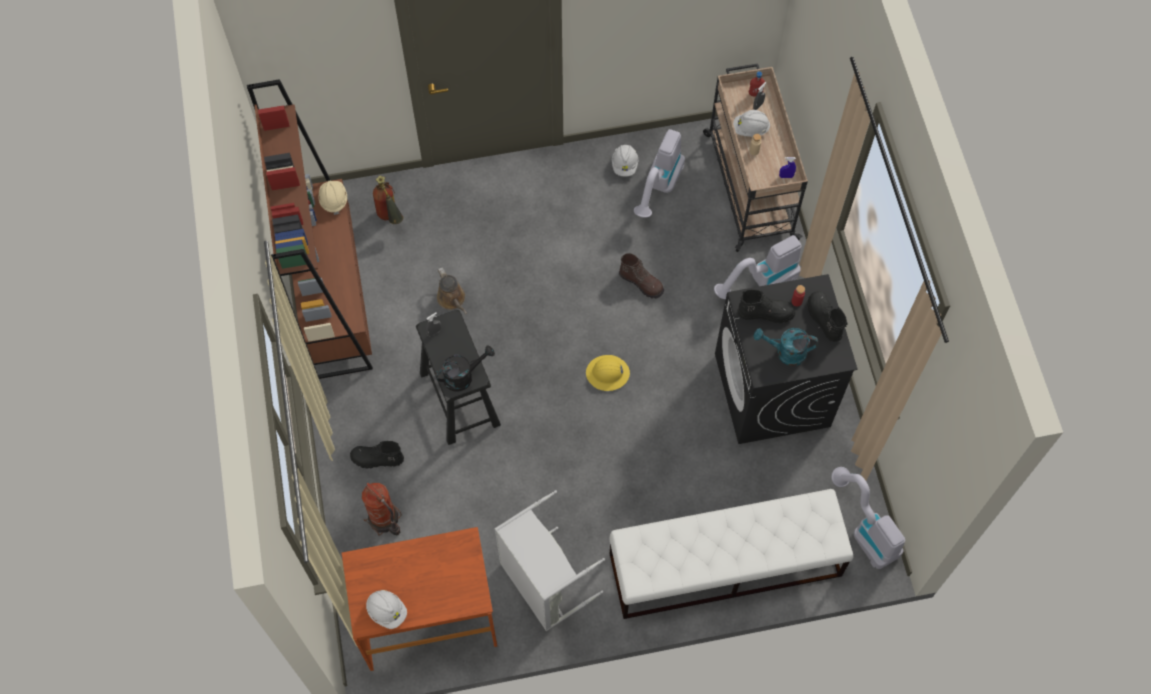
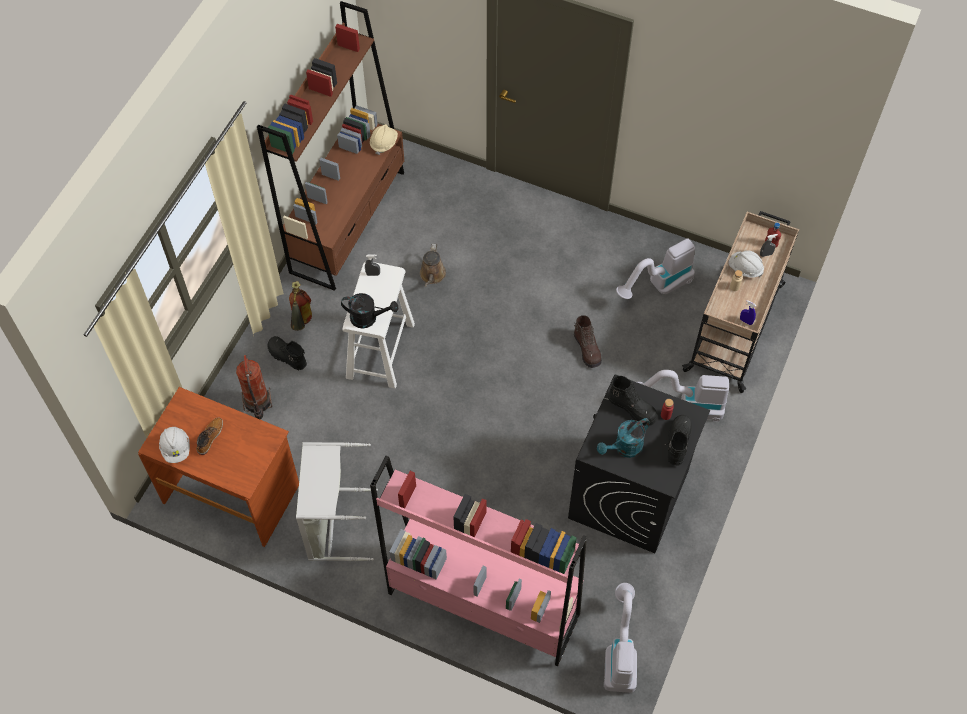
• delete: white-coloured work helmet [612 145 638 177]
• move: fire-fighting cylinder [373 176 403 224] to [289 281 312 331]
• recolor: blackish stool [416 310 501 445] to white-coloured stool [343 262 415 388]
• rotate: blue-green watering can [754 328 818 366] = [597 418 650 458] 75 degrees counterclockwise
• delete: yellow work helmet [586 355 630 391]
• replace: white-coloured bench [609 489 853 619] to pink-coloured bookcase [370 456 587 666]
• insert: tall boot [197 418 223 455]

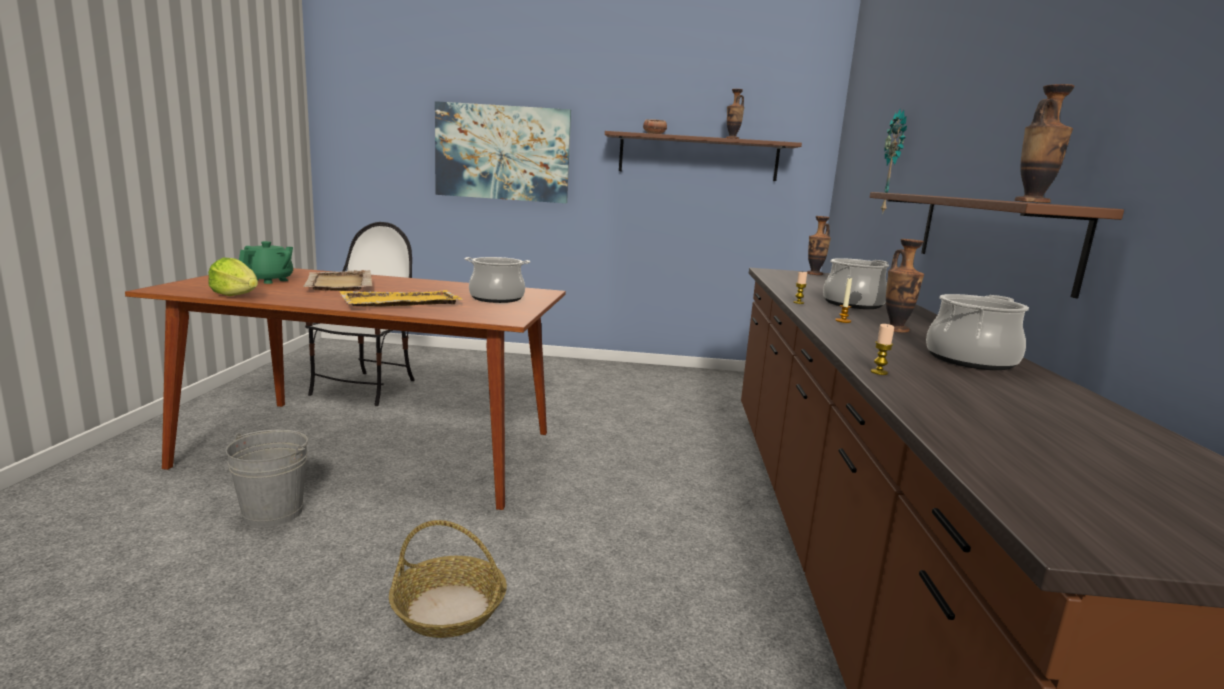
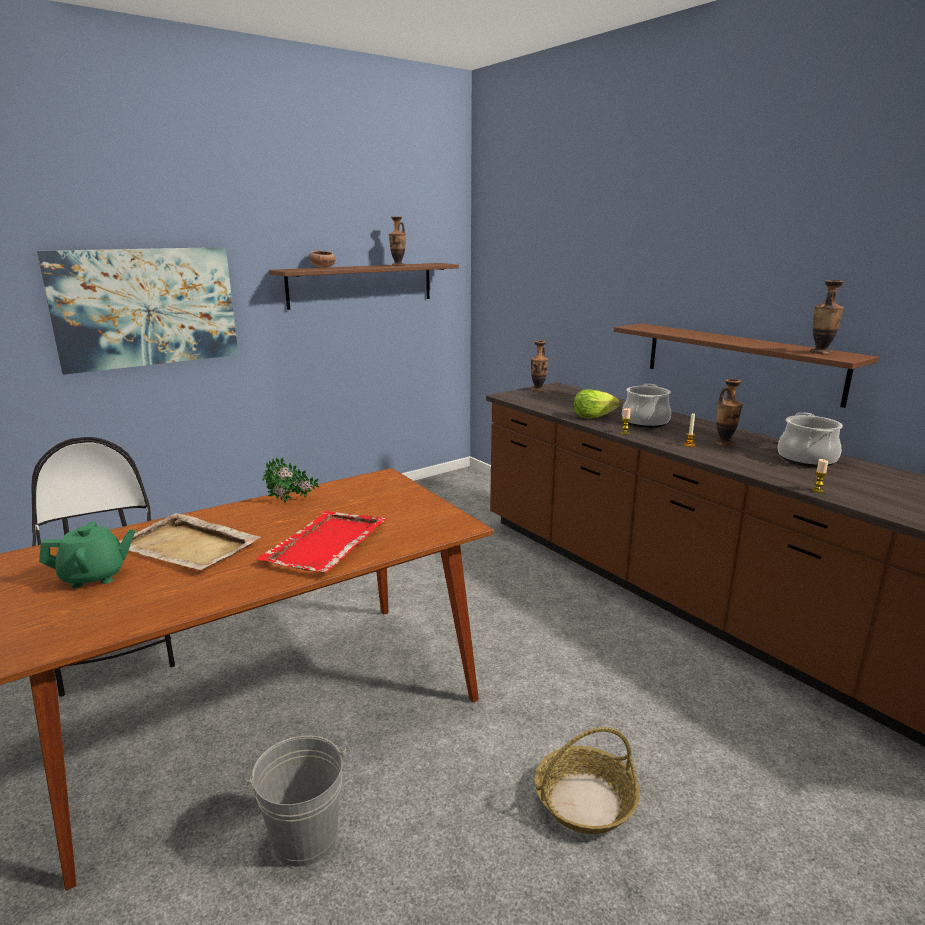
• delete: clock on the wall [881 108 907 214]
• rotate: greenish teapot [239 241 293 284] = [39 521 135 588] 90 degrees clockwise
• move: lettuce [208 257 258 296] to [573 389 620 418]
• delete: saucepot [465 257 530 303]
• recolor: yellow carrying tray [339 290 464 307] to red-coloured carrying tray [256 511 387 572]
• insert: plant in a pot [263 457 319 503]

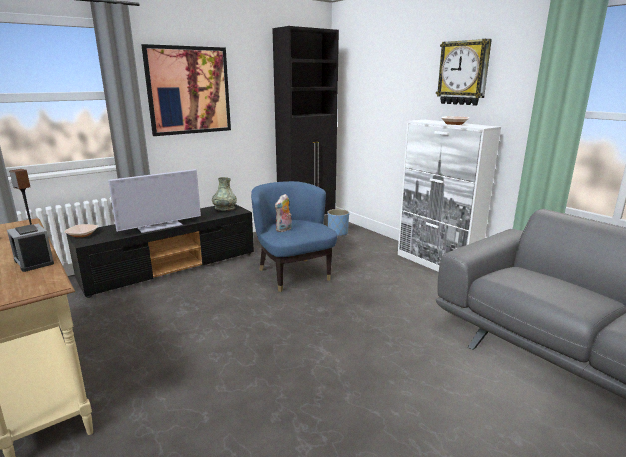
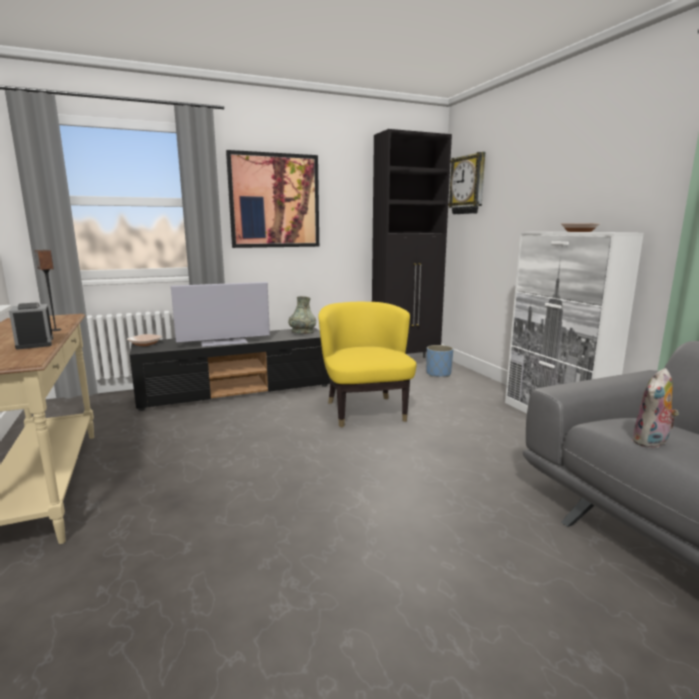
• move: clock on the wall [436 39 492 106] to [448 152 485 214]
• recolor: bluish armchair [251 181 337 292] to yellow armchair [318 302 417 427]
• move: soft toy [275 194 292 232] to [631 368 679 449]

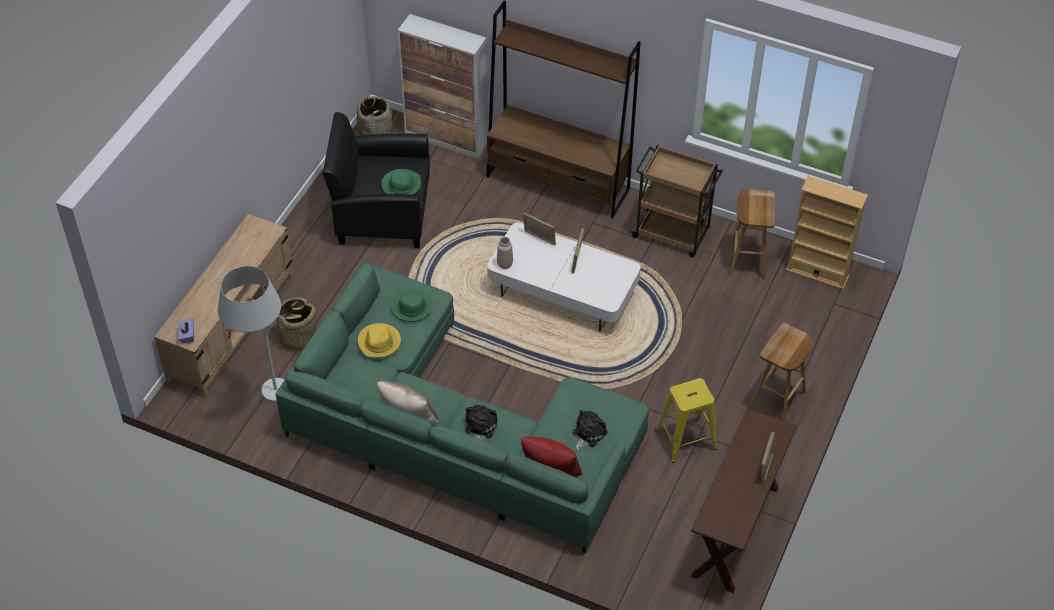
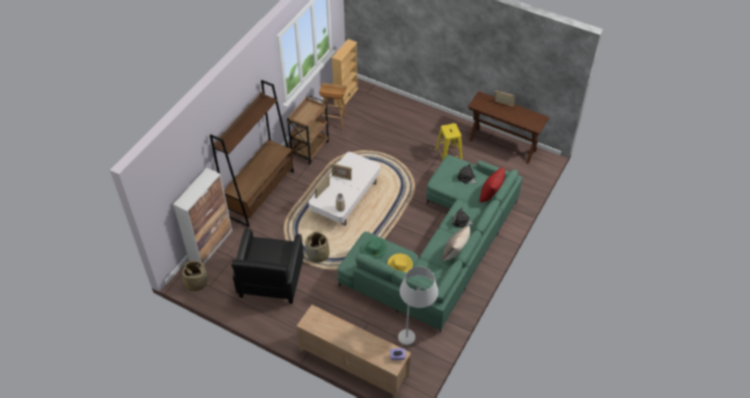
• delete: greenish wearable hat [381 169 421 195]
• move: household basket [275 297 318 350] to [305 232 330 263]
• delete: brownish stool [750 323 814 421]

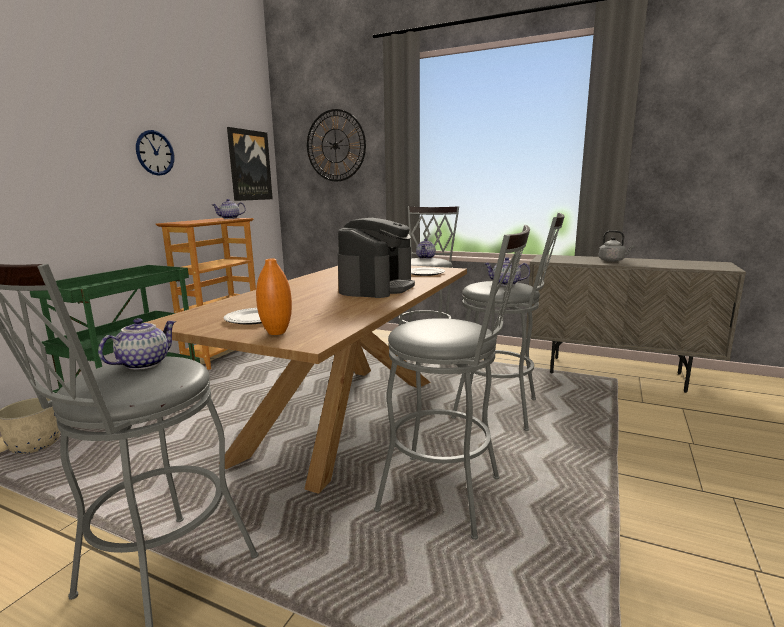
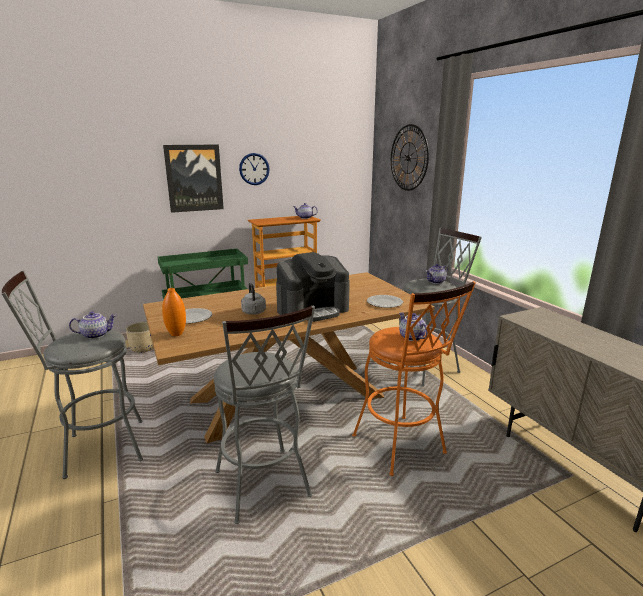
• move: wall art [227 127 273 201] to [163 145 224 213]
• recolor: greyish stool [451 213 565 431] to orange stool [352 281 476 476]
• move: greyish tea kettle [599 230 634 262] to [241 283 266 315]

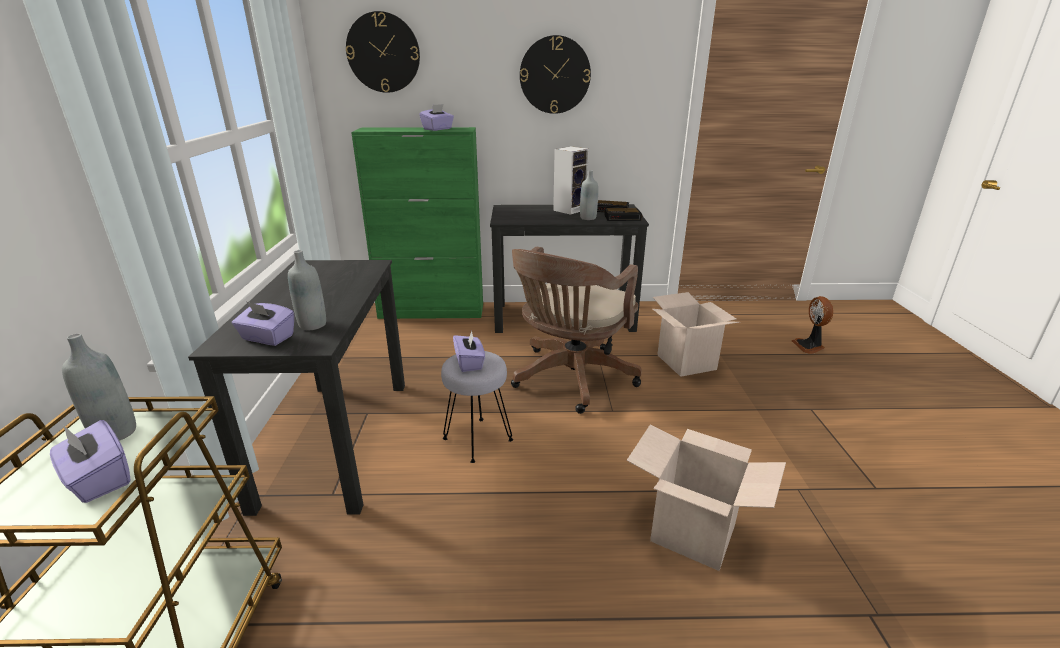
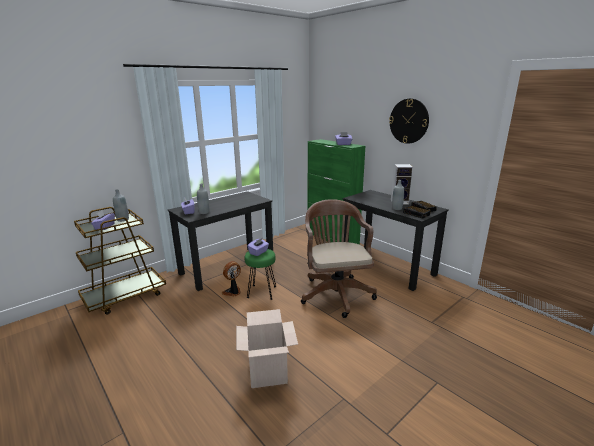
• delete: clock on the wall [346 11 420 93]
• rotate: brownish desk chair [511 247 642 414] = [301 199 377 318] 90 degrees clockwise
• delete: packing box [653 292 739 377]
• move: fan [791 296 833 354] to [222 261 241 297]
• recolor: greyish stool [441 351 513 463] to greenish stool [245 249 276 300]

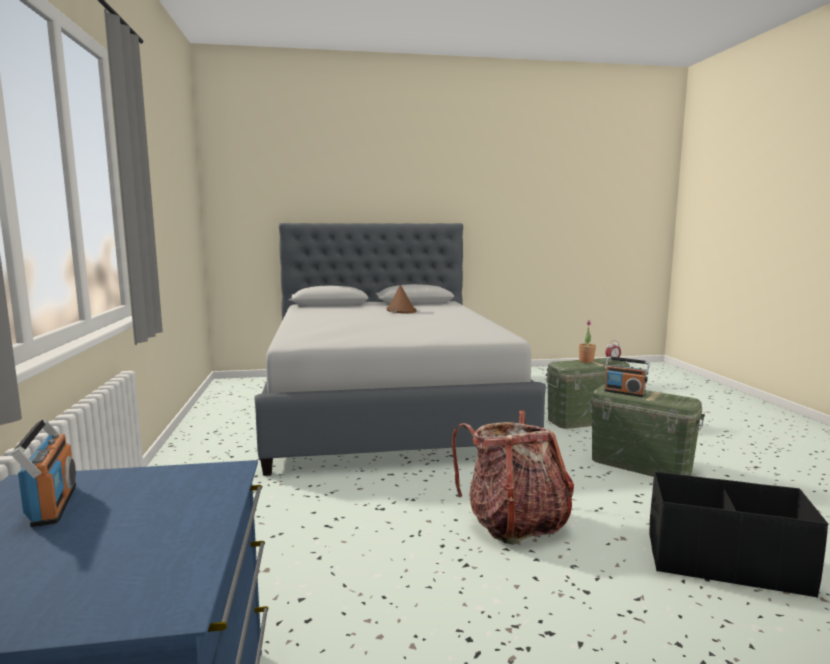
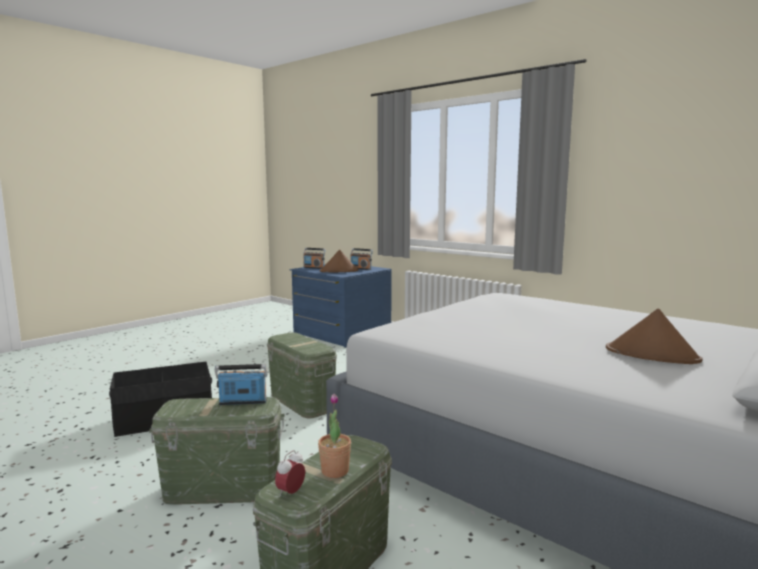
• replace: backpack [452 410 574 545] to greenish storage box [267 332 337 419]
• insert: radio set [303 248 326 269]
• insert: brownish wearable hat [320 250 358 272]

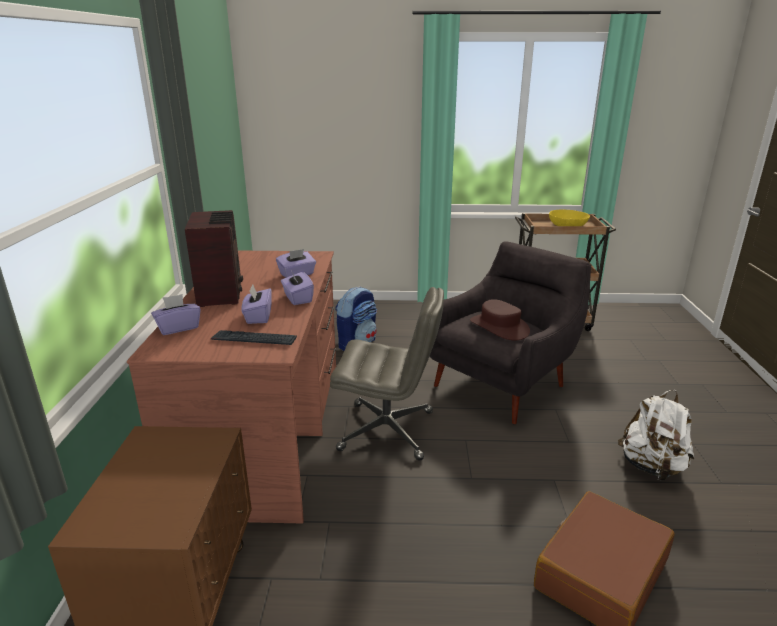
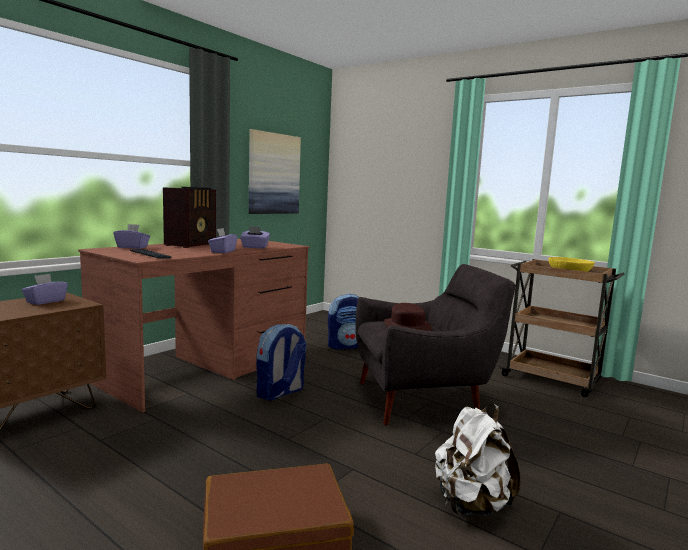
• move: purple-coloured tissue box [241 284 272 324] to [22 274 68 305]
• replace: greyish desk chair [330 287 444 461] to backpack [256 324 306 400]
• insert: wall art [249 129 301 214]

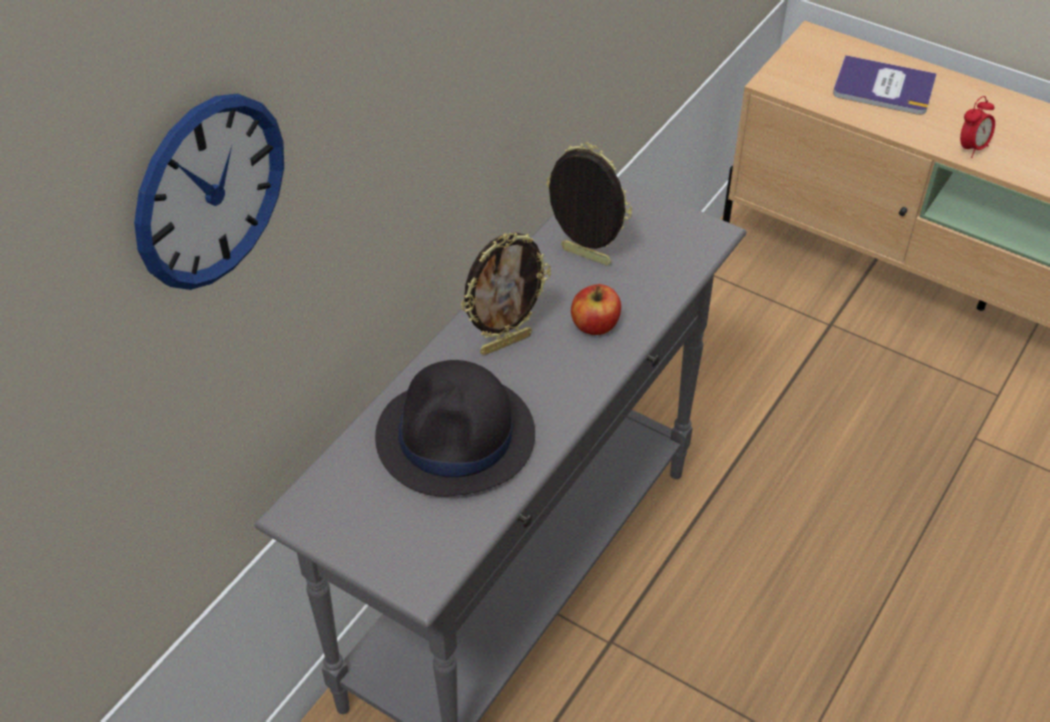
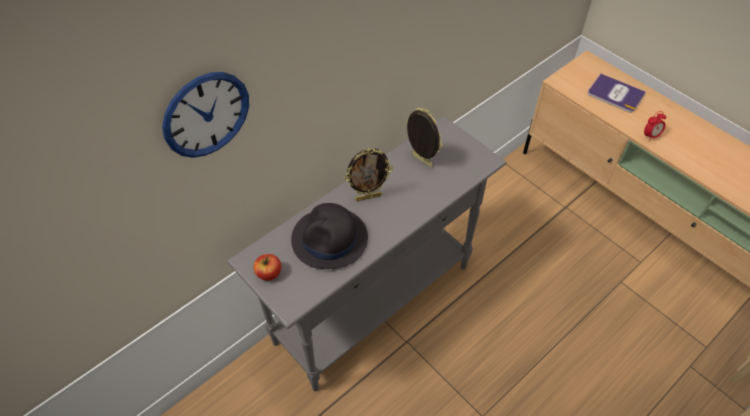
• move: apple fruit [571 284 621 335] to [253 254 281 281]

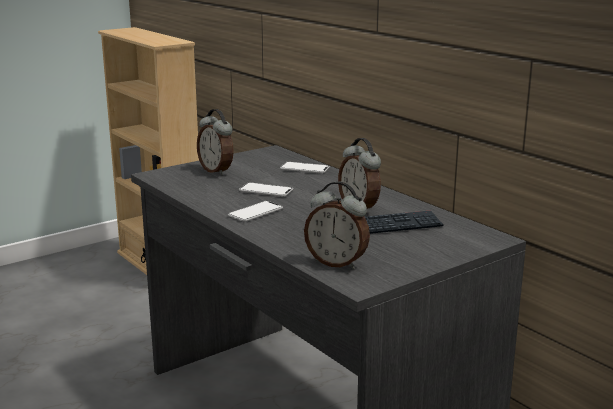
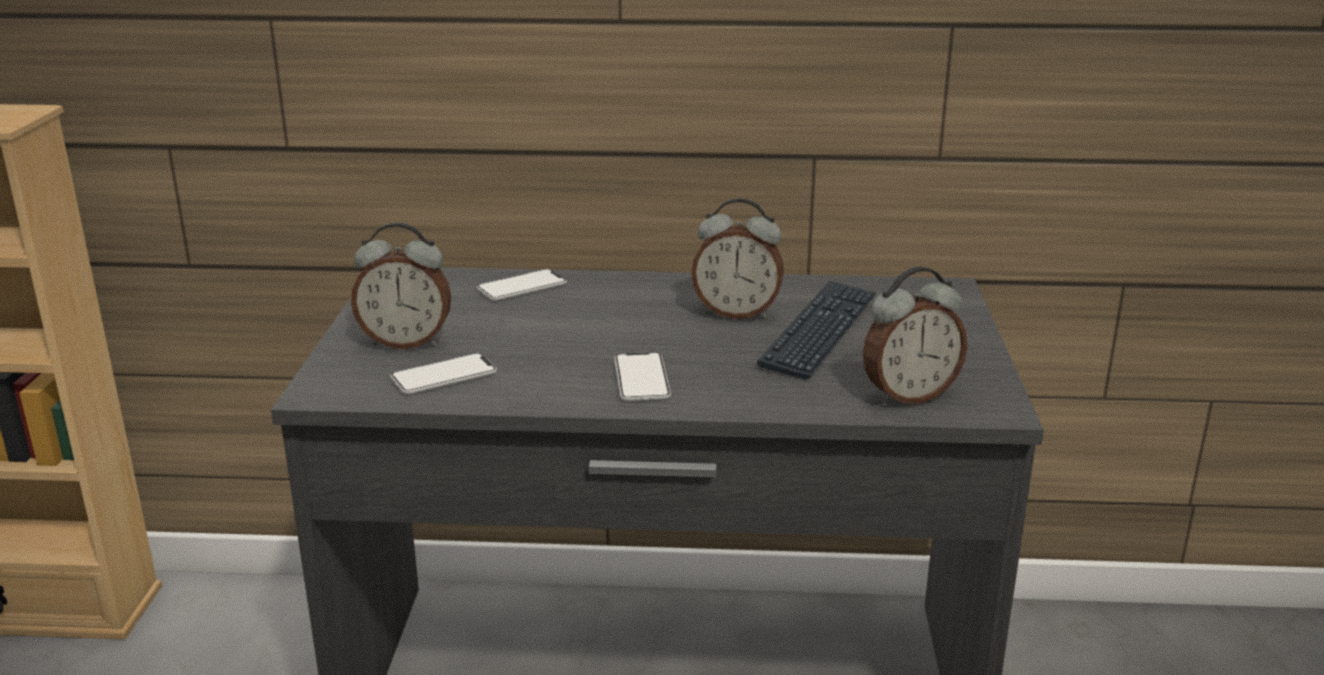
• move: telephone [239 182 293 197] to [390 353 497 394]

